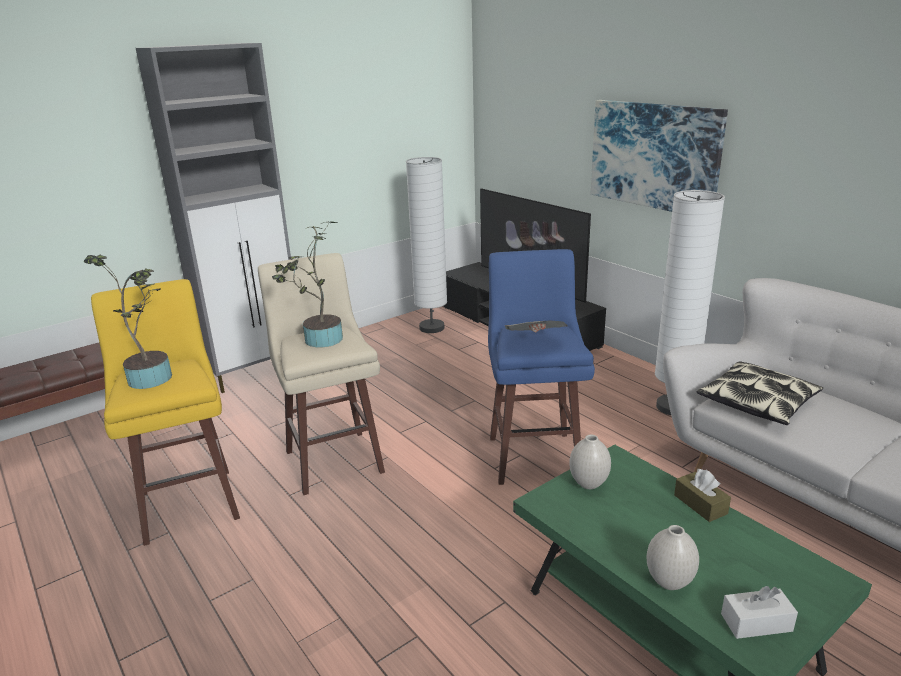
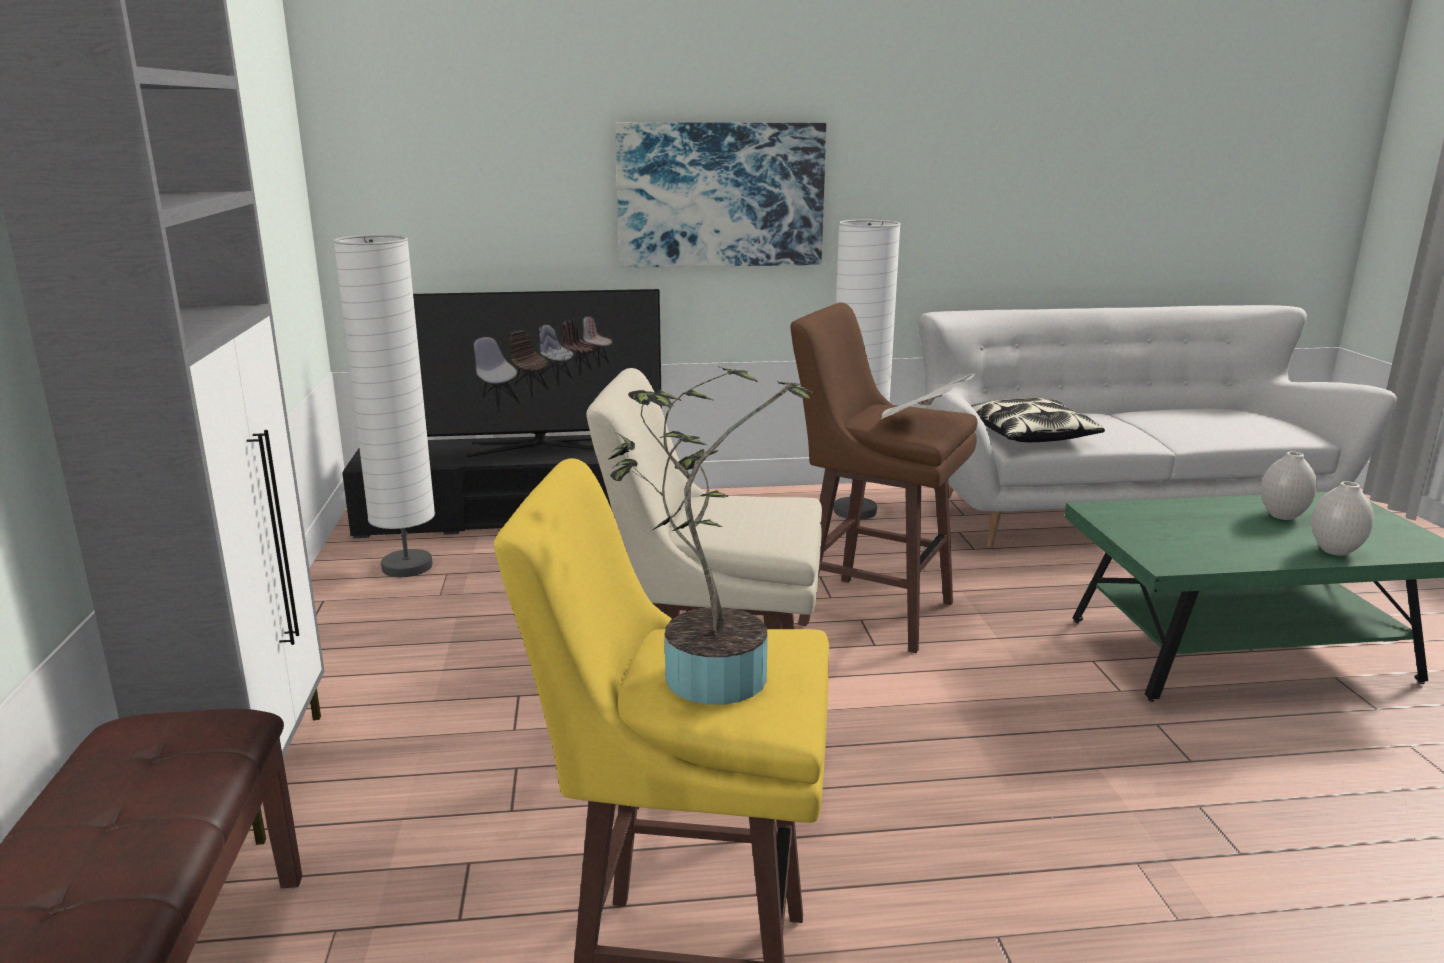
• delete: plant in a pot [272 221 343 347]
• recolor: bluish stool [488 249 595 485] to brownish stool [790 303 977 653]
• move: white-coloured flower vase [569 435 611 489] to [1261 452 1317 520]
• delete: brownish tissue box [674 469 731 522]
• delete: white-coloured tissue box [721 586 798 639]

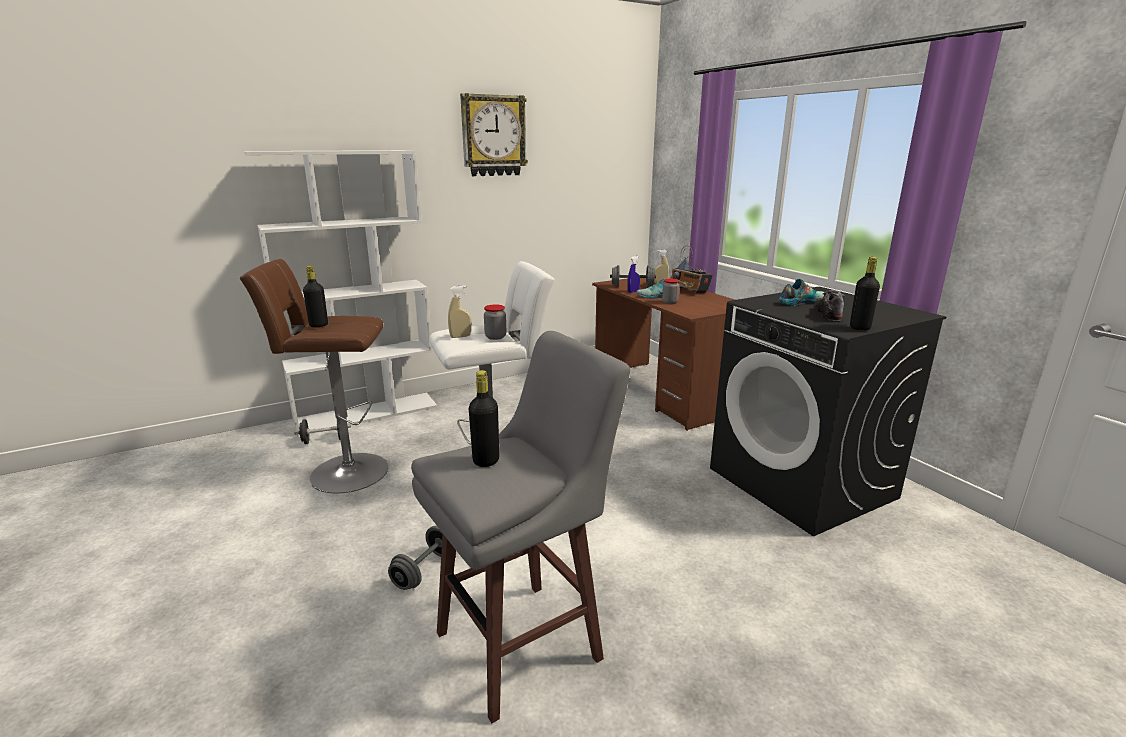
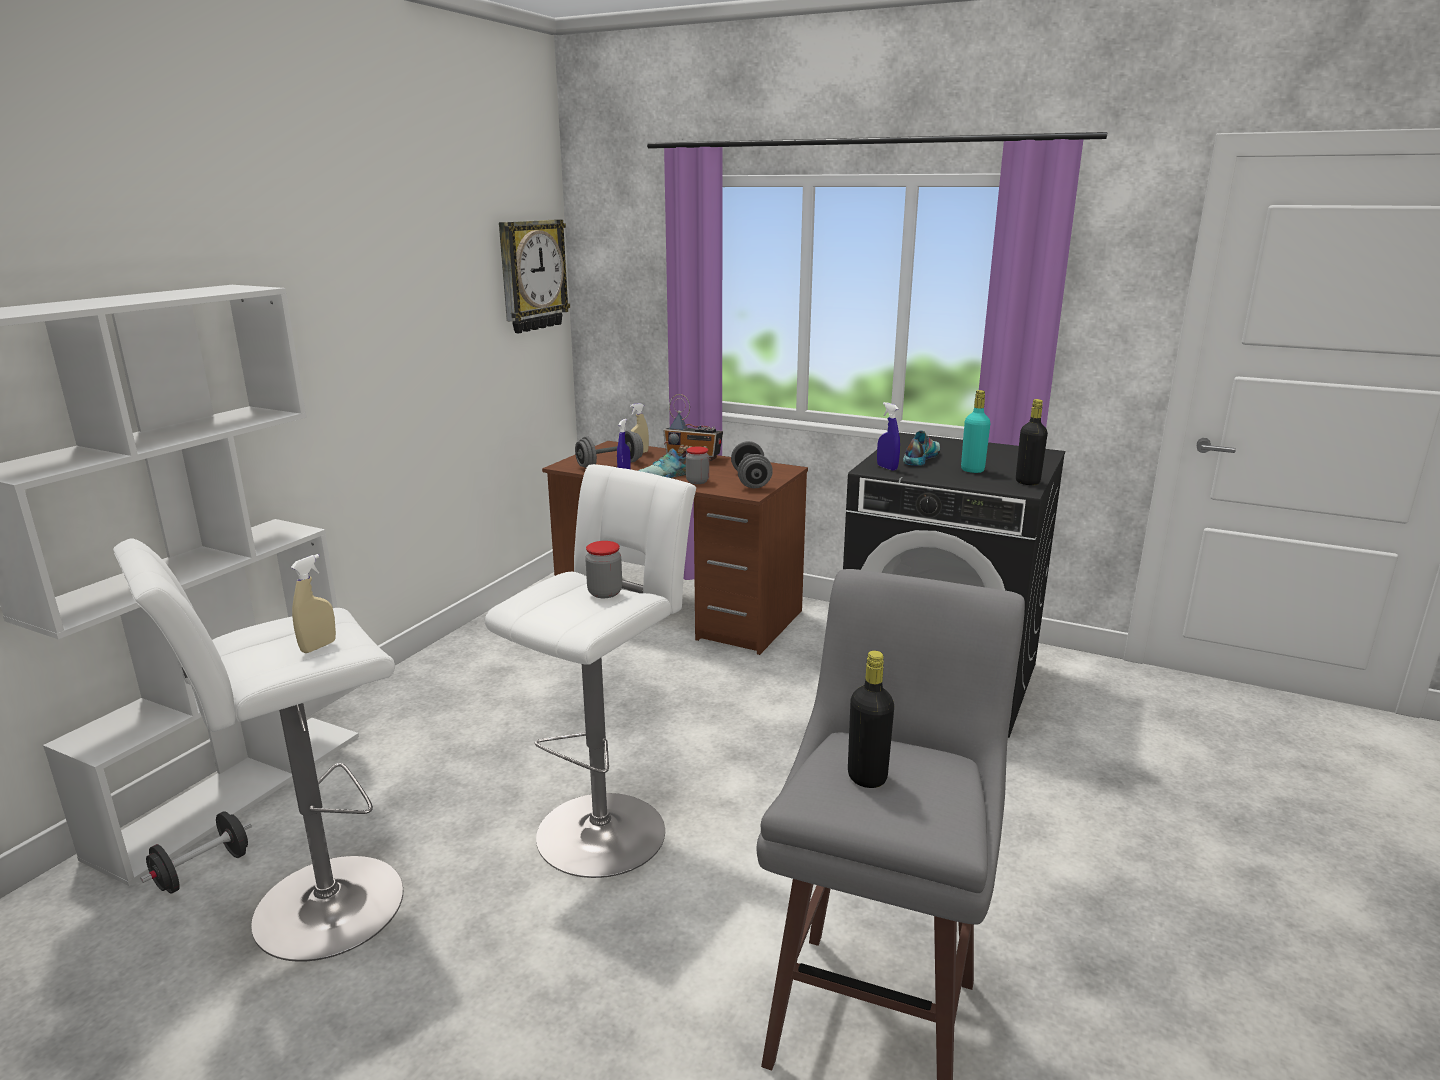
• move: clock on the wall [460 93 528 176] to [499 219 570 333]
• recolor: brownish stool [240 259 388 493] to white-coloured stool [113 539 403 962]
• delete: blackish drink bottle [303 266 328 327]
• move: sand-coloured sprayer [448 285 471 338] to [291 554 336 653]
• replace: shoe [813 290 846 321] to blue-green drink bottle [961 390 990 473]
• move: greyish free weight [388 526 443 590] to [731 441 773 488]
• insert: bluish sprayer [877 402 900 471]

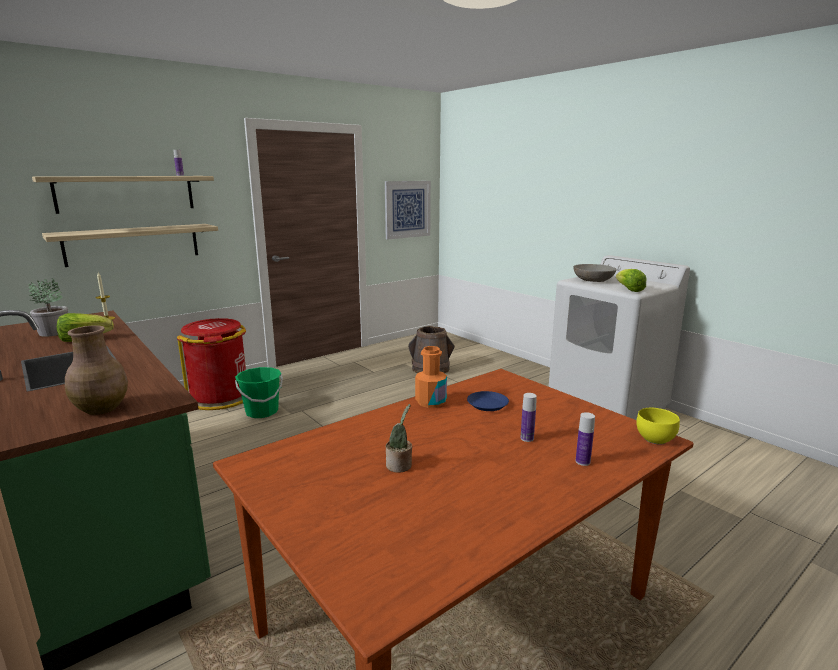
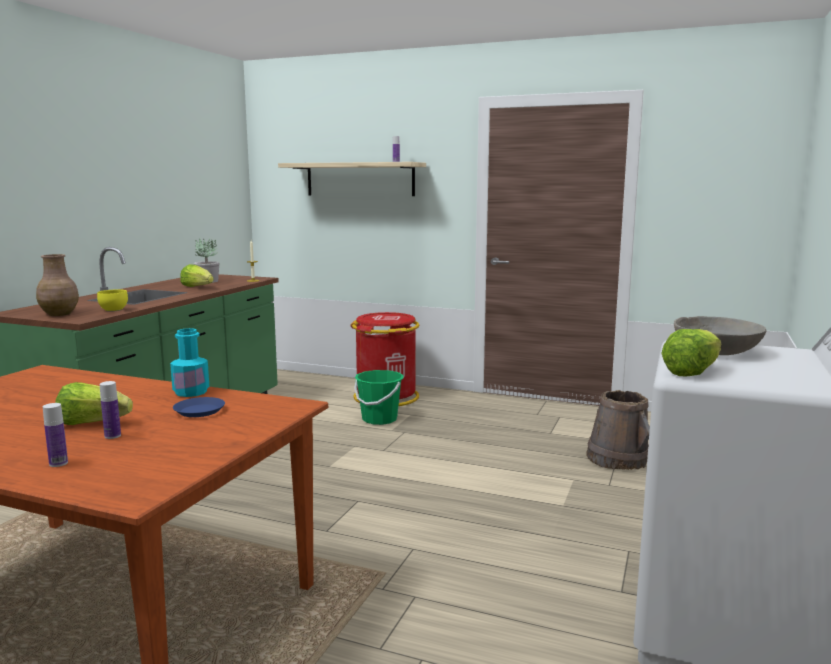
• delete: wall art [385 181 431 240]
• delete: shelf [42 224 218 267]
• recolor: orange drink bottle [415 346 447 408] to blue-green drink bottle [170 328 209 397]
• delete: plant in a pot [386 404 412 472]
• move: yellow serving bowl [636 408 680 444] to [97 289 128 312]
• insert: lettuce [55 382 133 425]

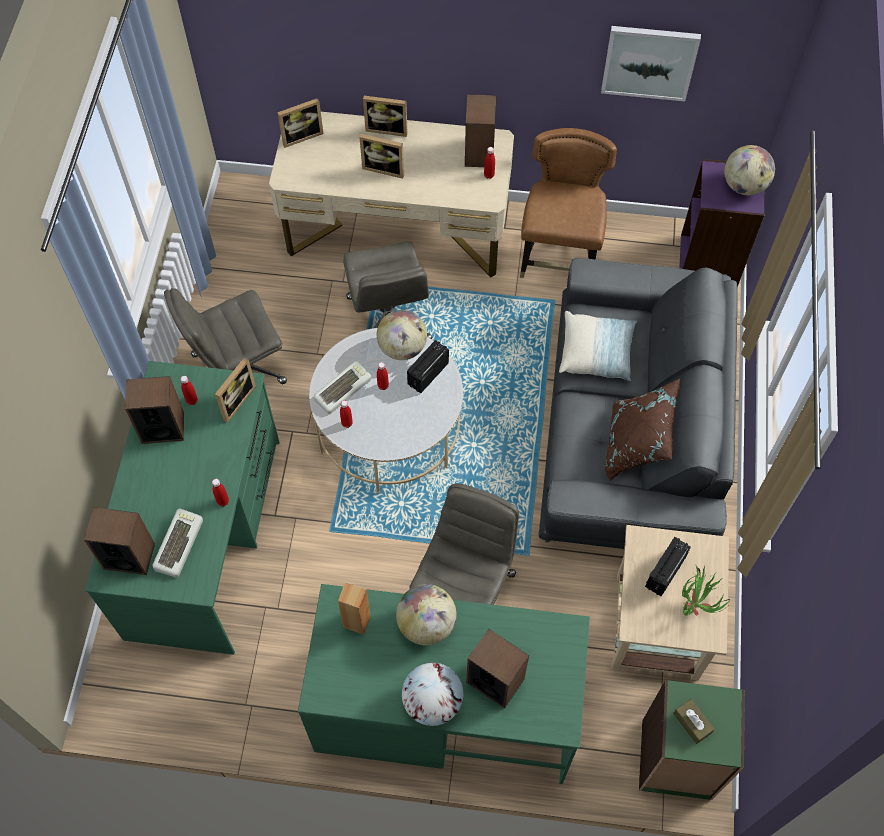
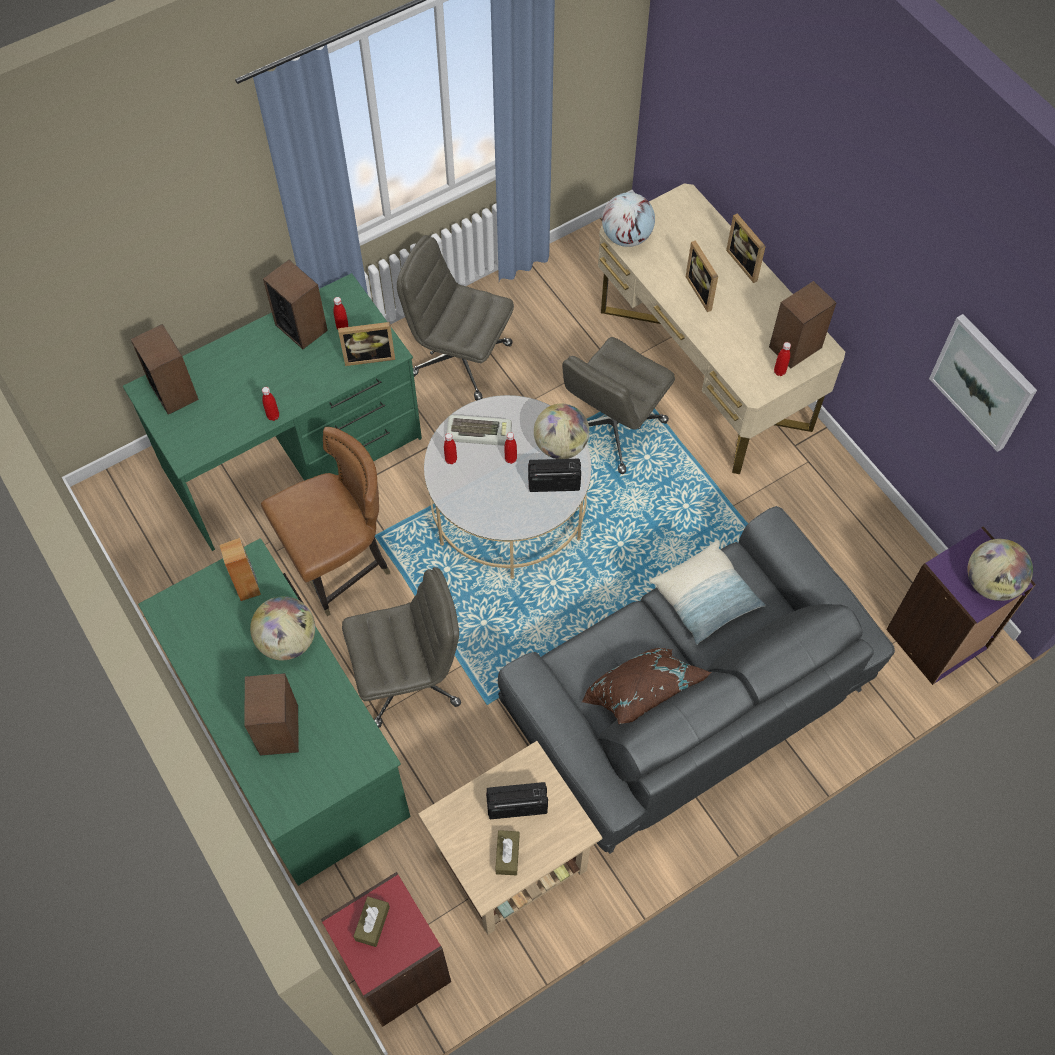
• delete: photo frame [277 98 323 148]
• move: brownish upright chair [520 128 617 278] to [261 427 390 616]
• delete: PC keyboard [153 508 203 577]
• replace: plant in a pot [682 565 731 616] to brownish tissue box [495 830 519 876]
• move: desk globe [402 663 463 726] to [602 192 655 247]
• recolor: greenish bookcase [639 680 745 800] to red-coloured bookcase [320 872 451 1027]

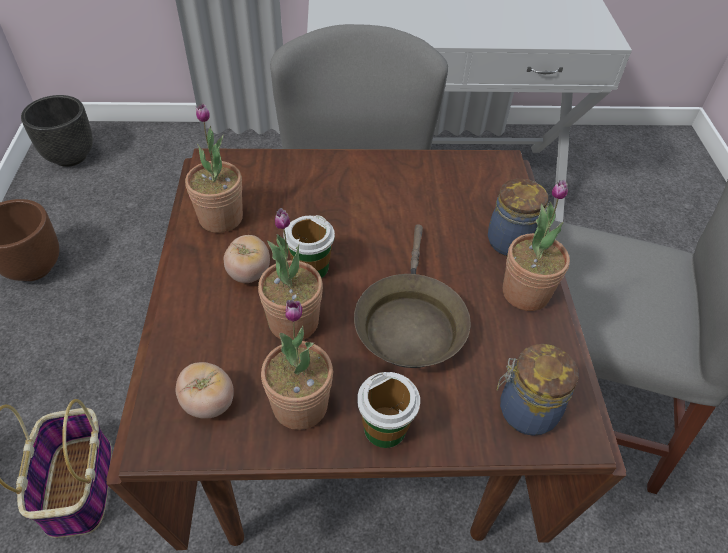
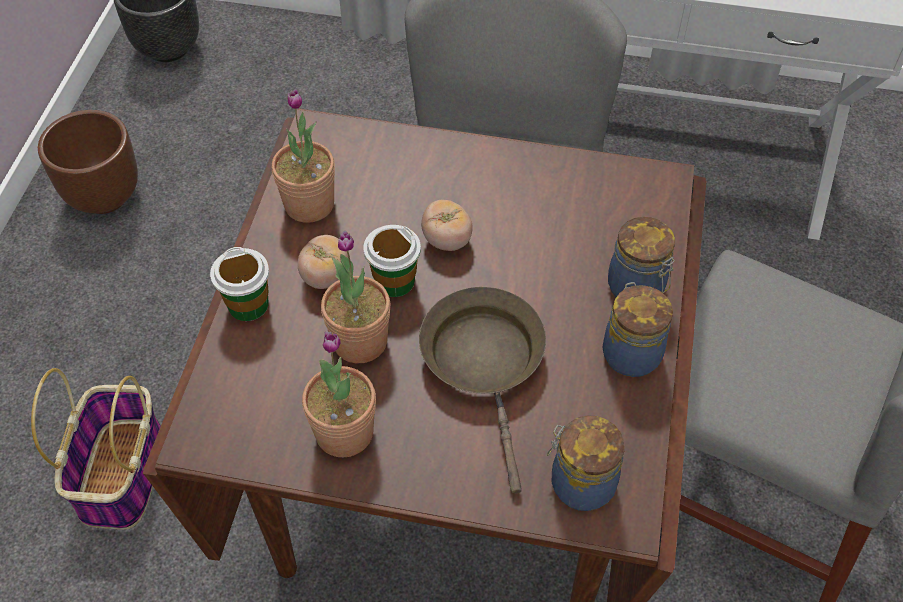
• replace: plant in a pot [503 180 570 311] to storage jar [603 282 673 377]
• rotate: brownish pan [354 224 471 368] = [419 287 546 493] 150 degrees clockwise
• move: tomato [176 362 234 419] to [421 200 473 251]
• move: drinking cup [357 372 420 448] to [210 247 269 321]

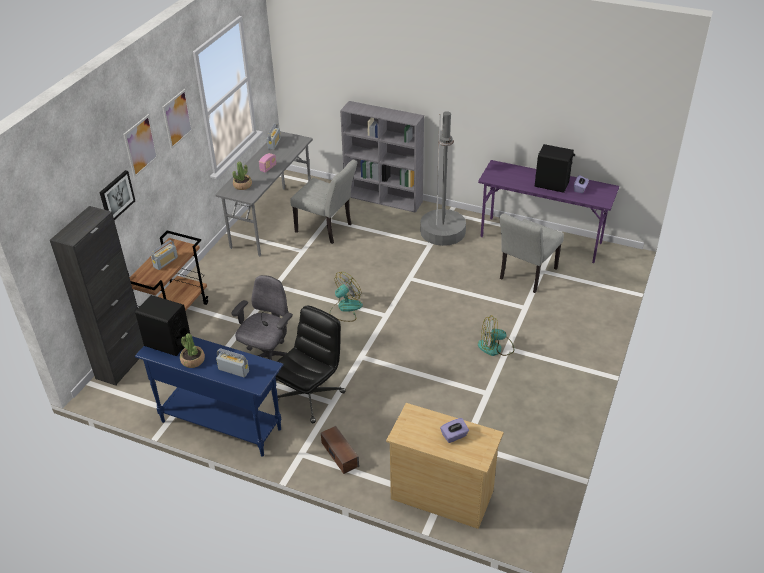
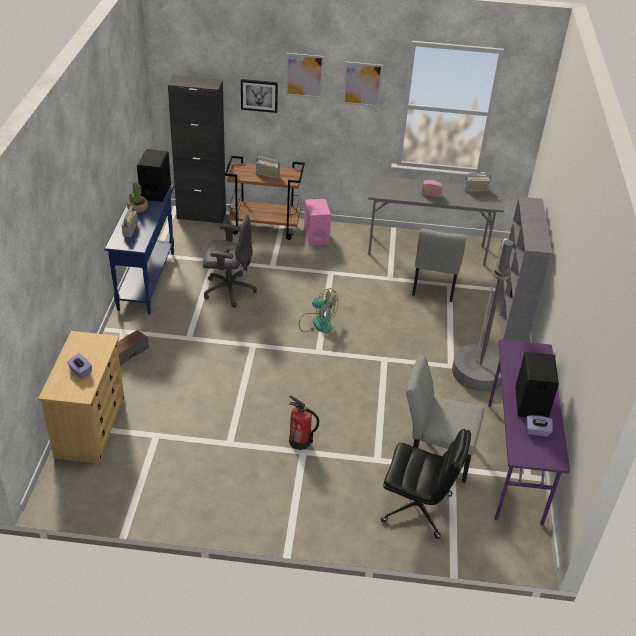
• delete: plant in a pot [233 162 252 190]
• move: blackish desk chair [275 306 346 423] to [381 429 471 539]
• replace: fan [478 315 514 356] to fire-fighting cylinder [289 395 319 450]
• insert: pink-coloured speaker [304 199 331 245]

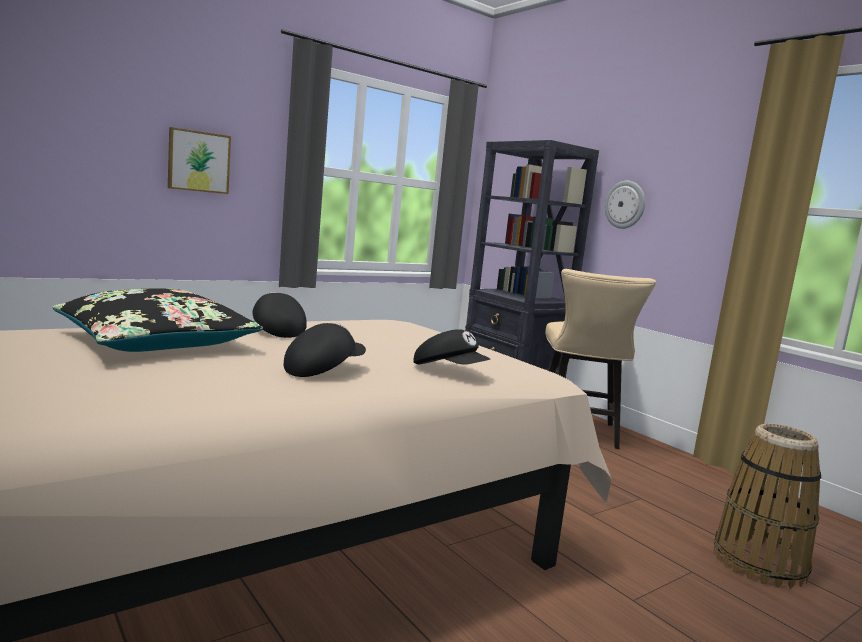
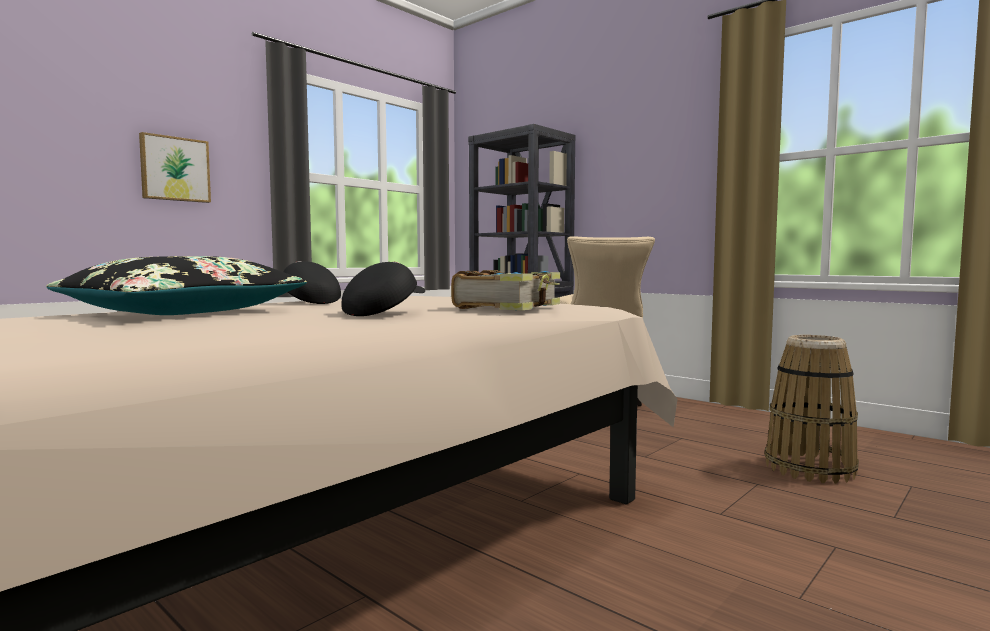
• delete: clock on the wall [605 181 645 229]
• replace: blackish baseball cap [413 329 490 365] to book [451 270 560 311]

